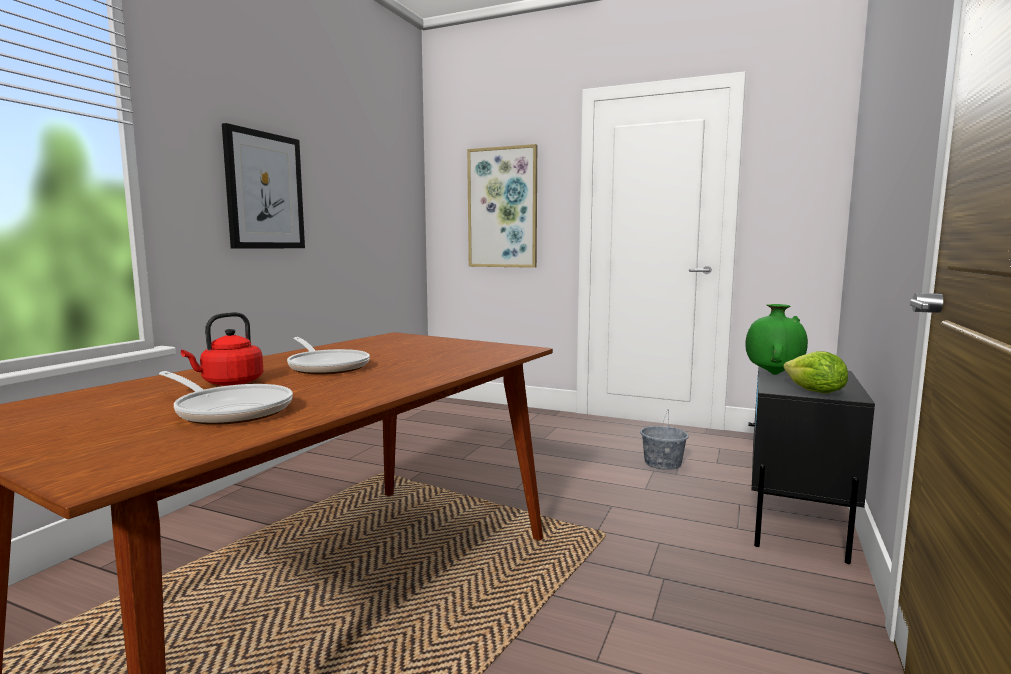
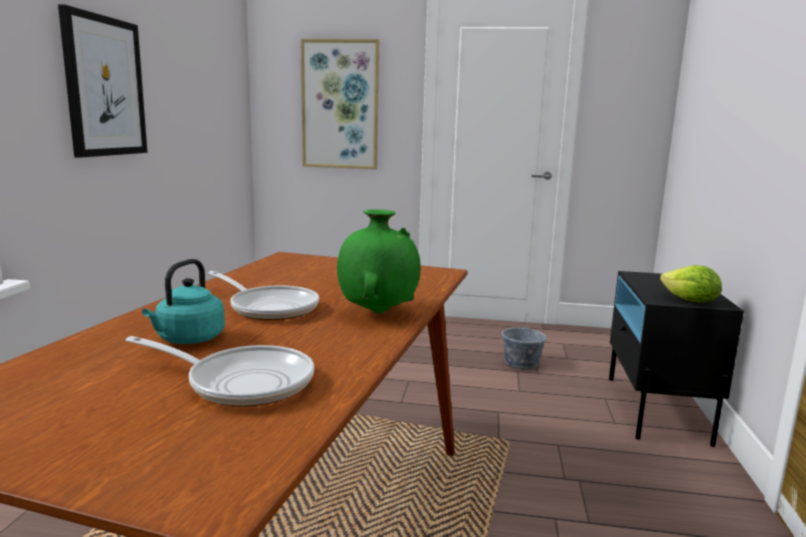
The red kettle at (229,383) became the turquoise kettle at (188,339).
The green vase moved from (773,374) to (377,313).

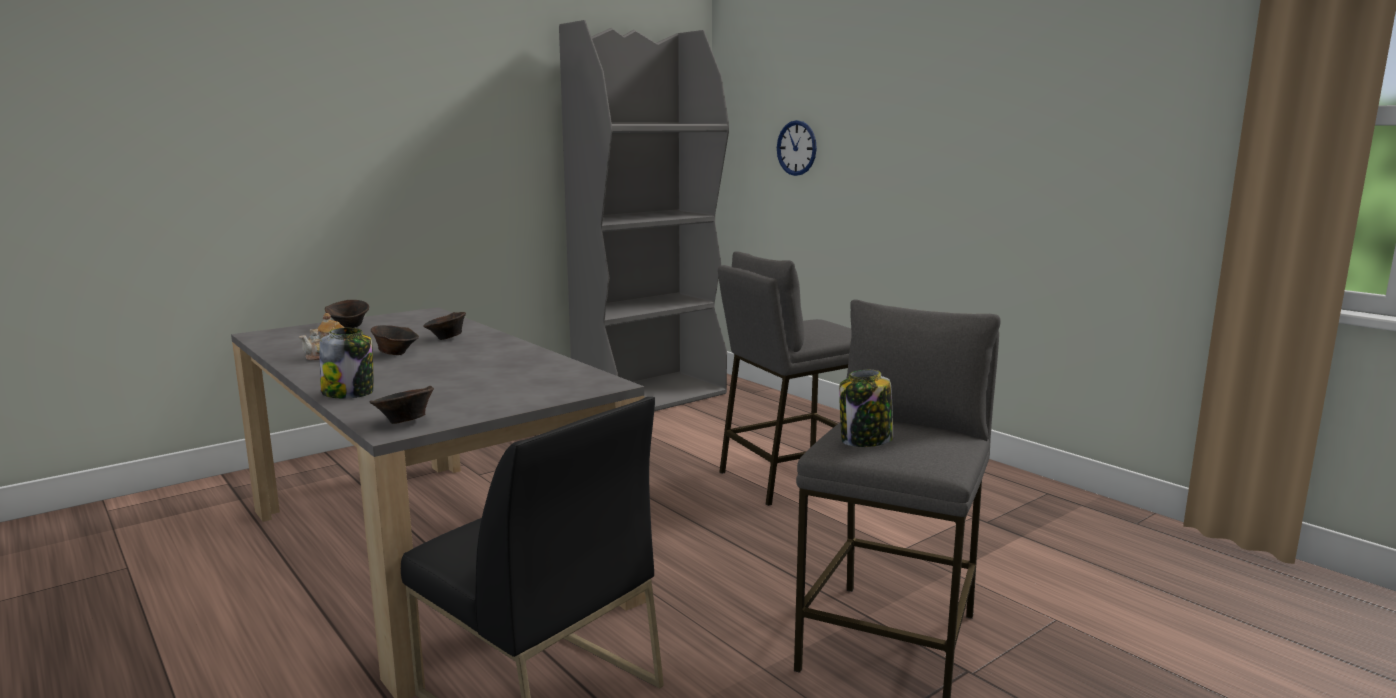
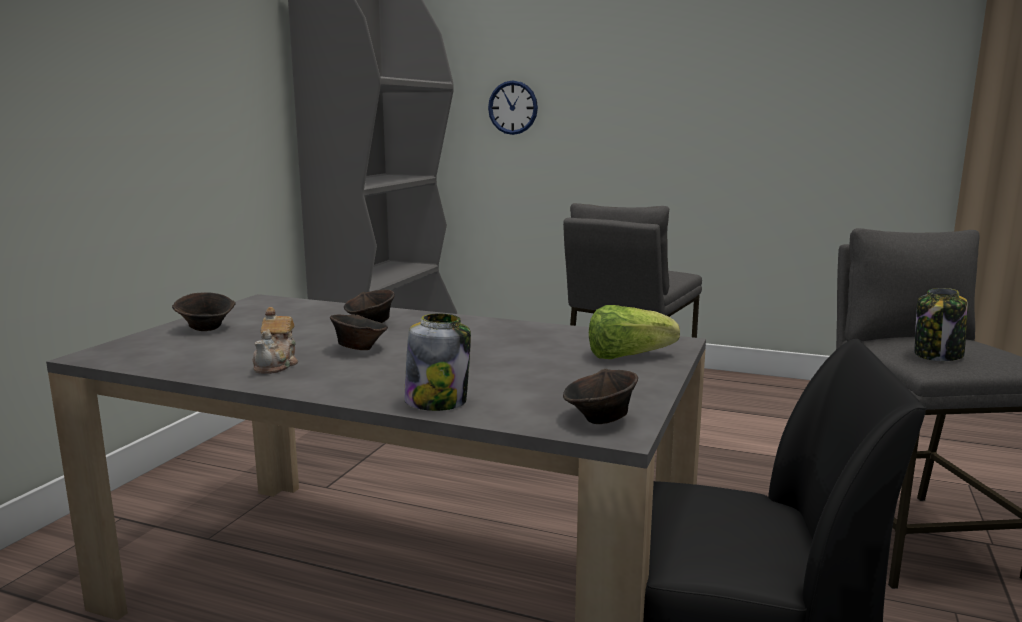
The lettuce at (627,356) appeared.

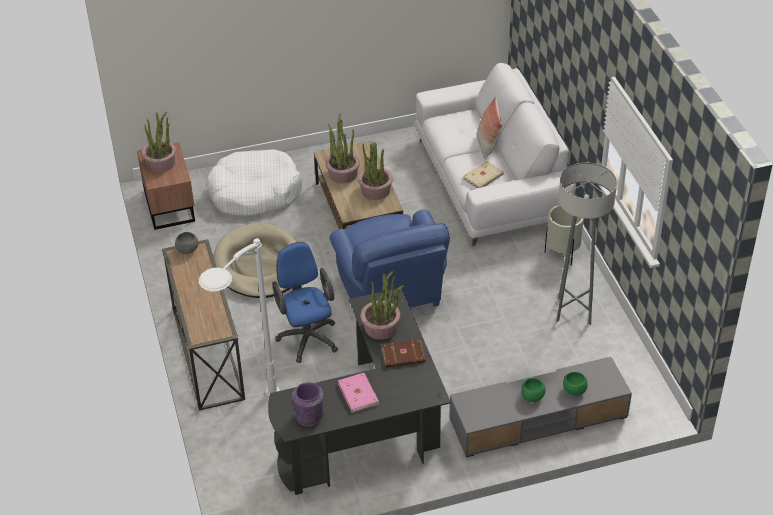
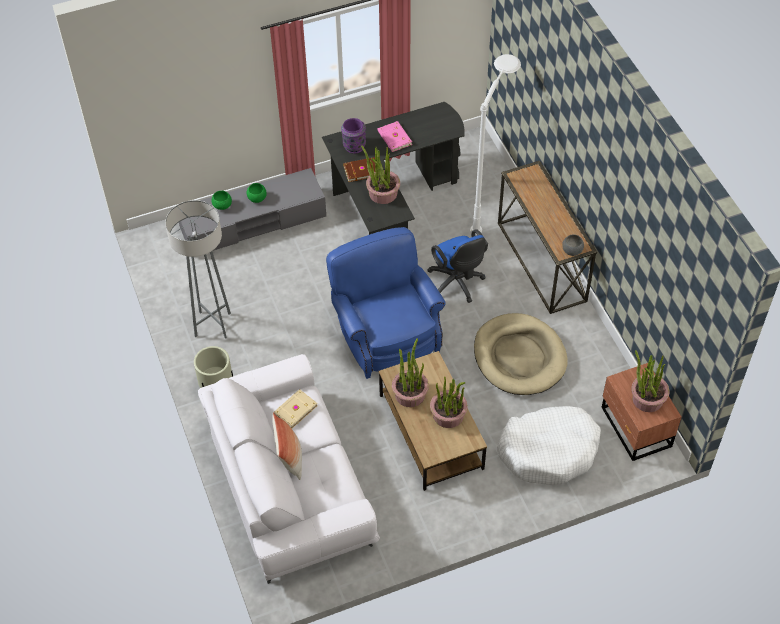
The purple vase moved from (309,417) to (354,146).

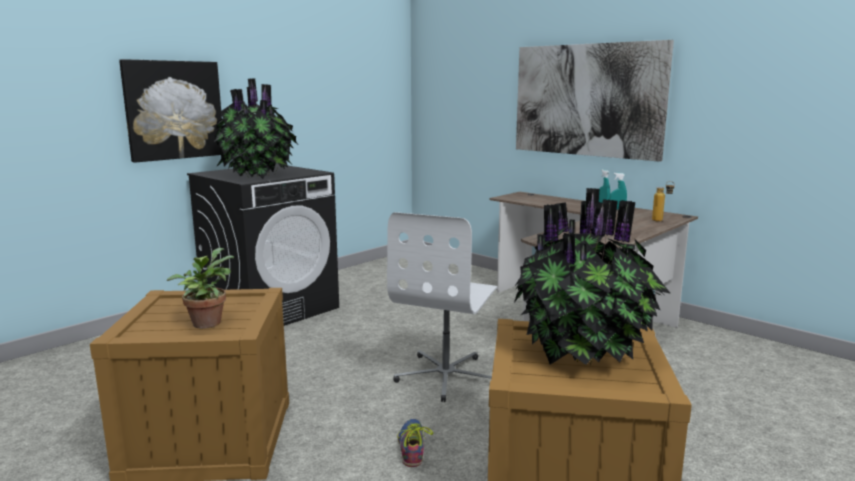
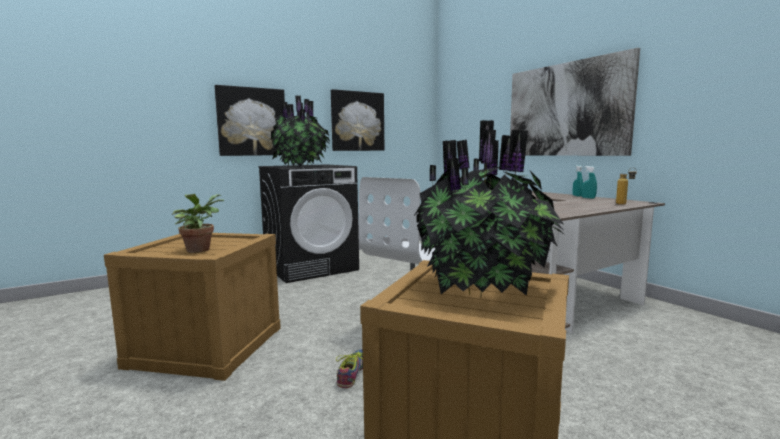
The picture at (357,121) appeared.

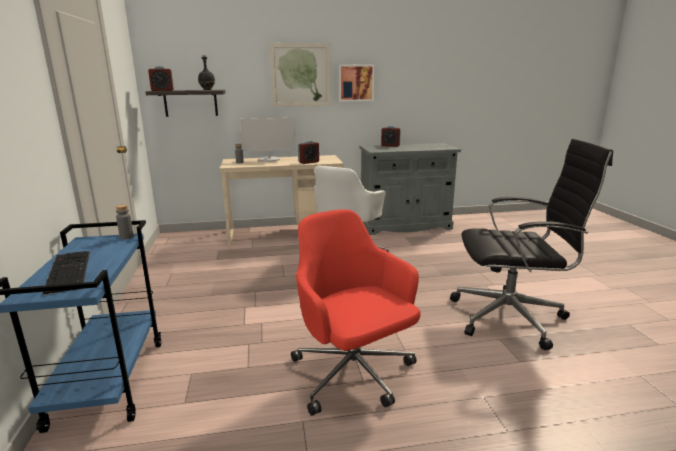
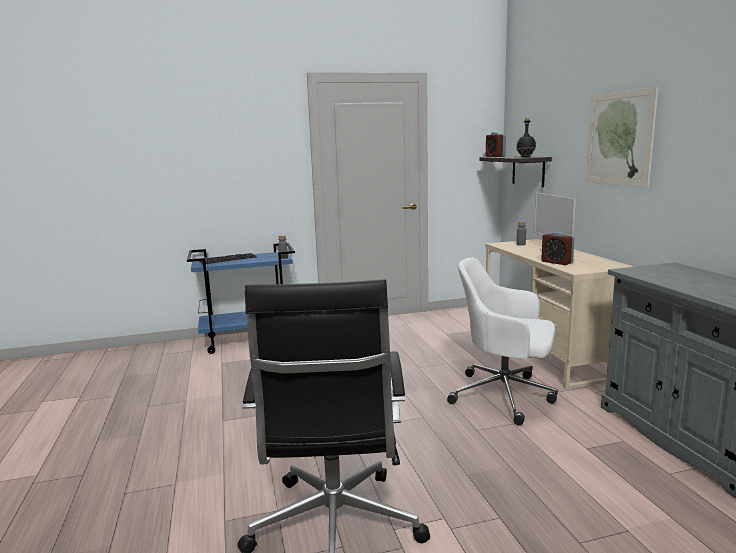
The red office chair at (353,374) disappeared.
The picture at (355,83) disappeared.
The alarm clock at (390,145) disappeared.

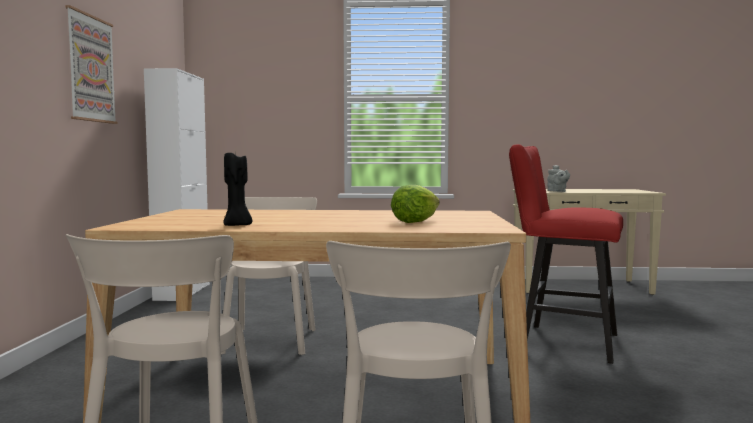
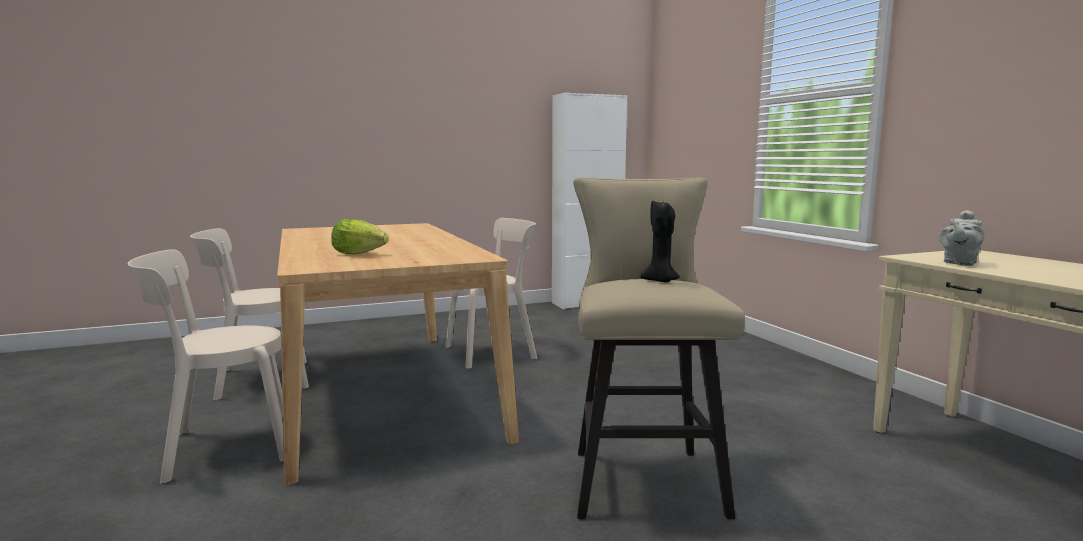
The picture at (91,69) disappeared.
The black candle moved from (238,225) to (660,281).
The red stool at (561,341) became the beige stool at (642,476).

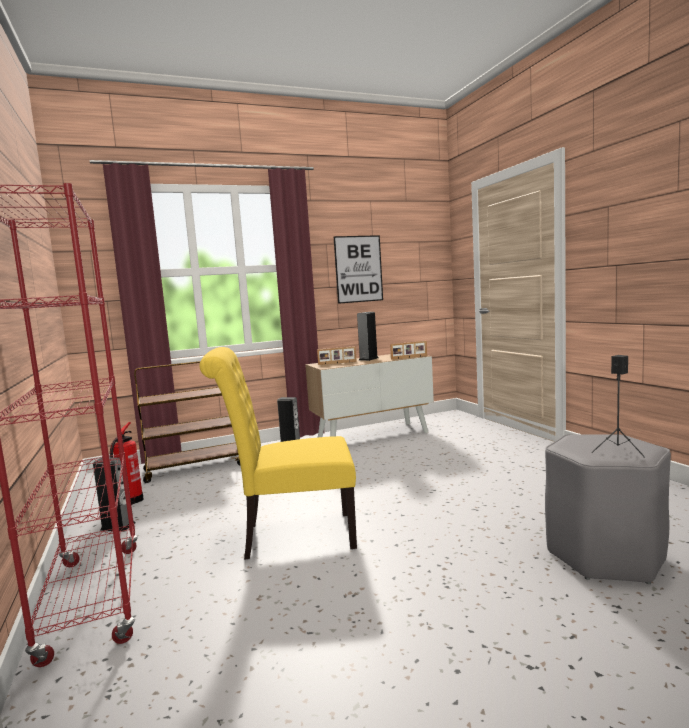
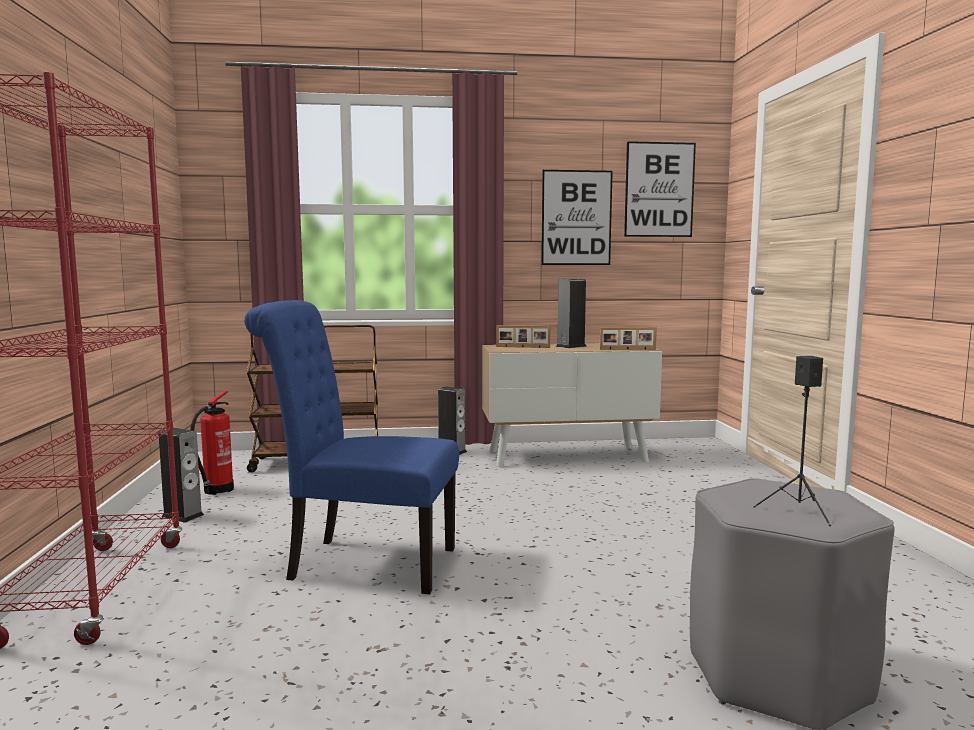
The yellow chair at (291,536) became the blue chair at (363,563).
The picture at (659,190) appeared.

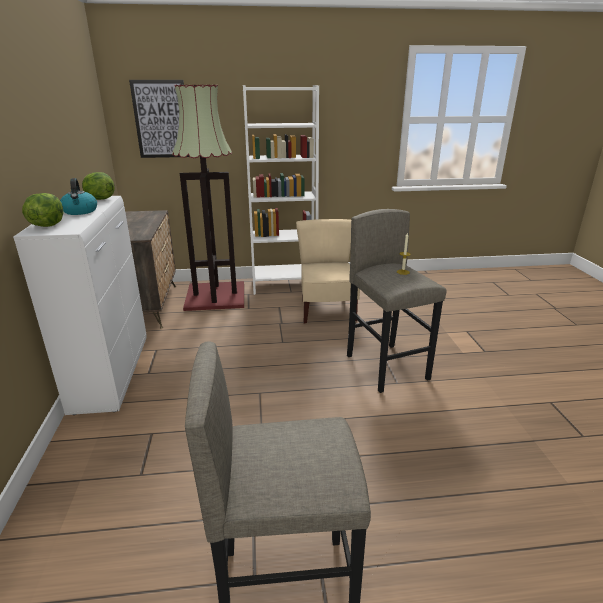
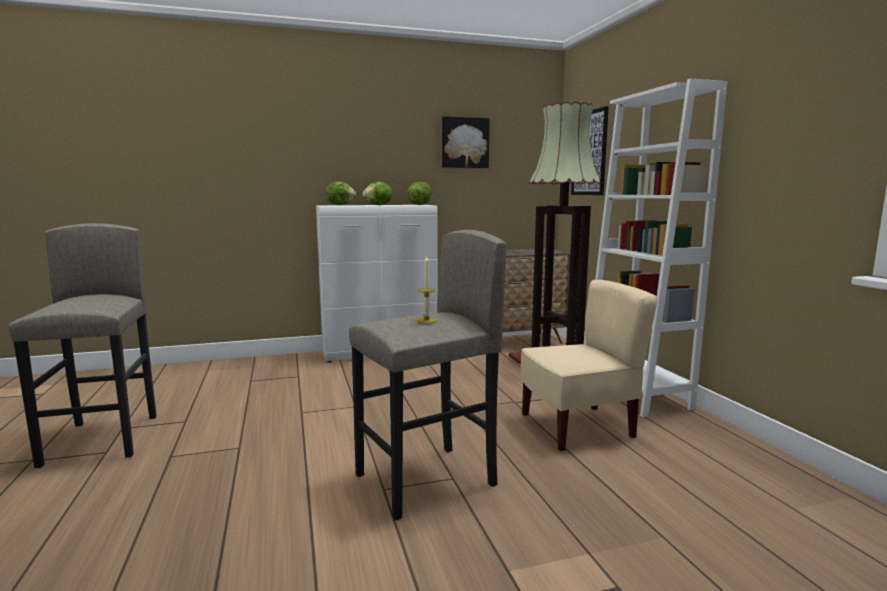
The kettle at (80,211) was replaced by the lettuce at (378,205).
The picture at (464,143) appeared.

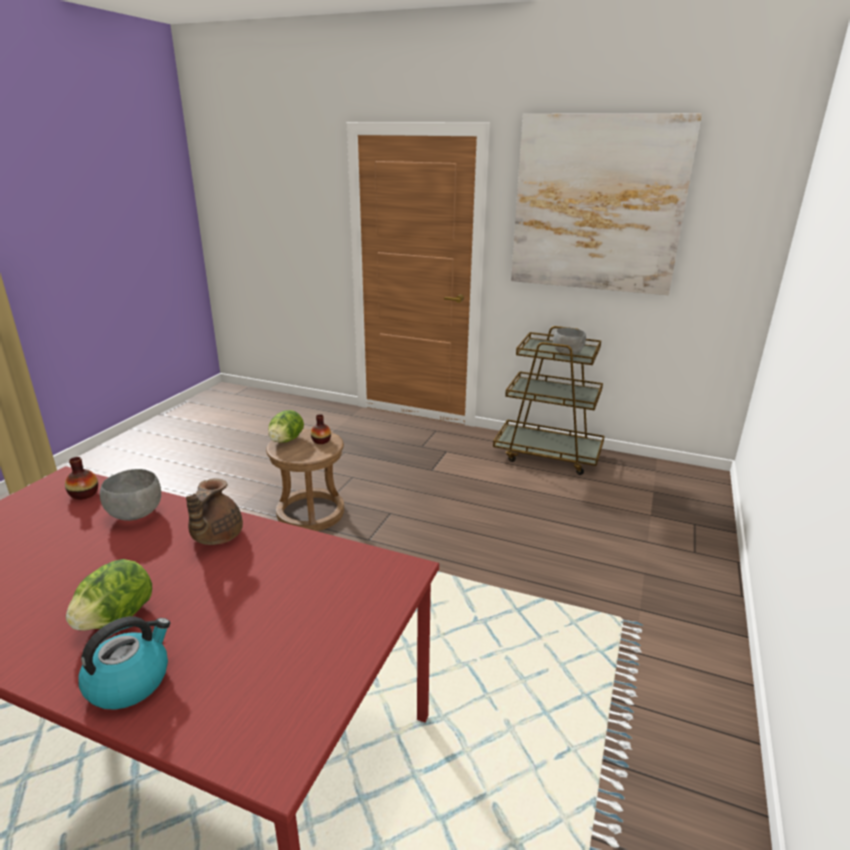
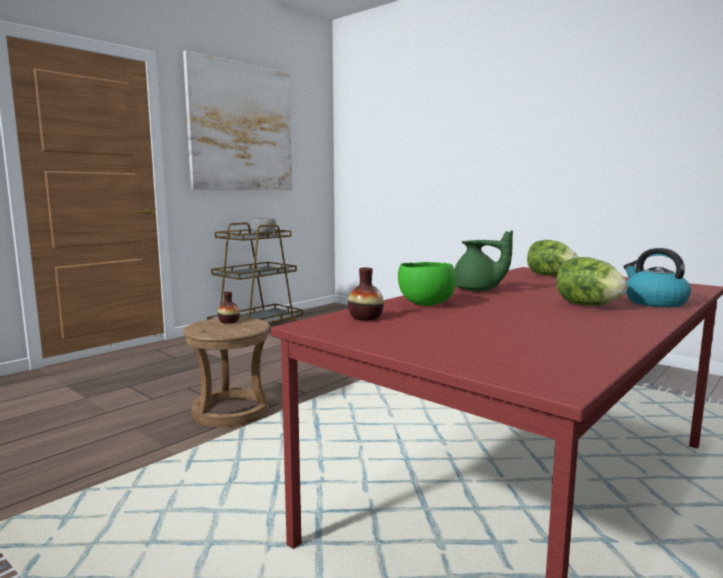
The grey bowl at (135,513) became the green bowl at (425,304).
The brown teapot at (215,536) became the green teapot at (477,290).
The lettuce moved from (286,440) to (549,275).

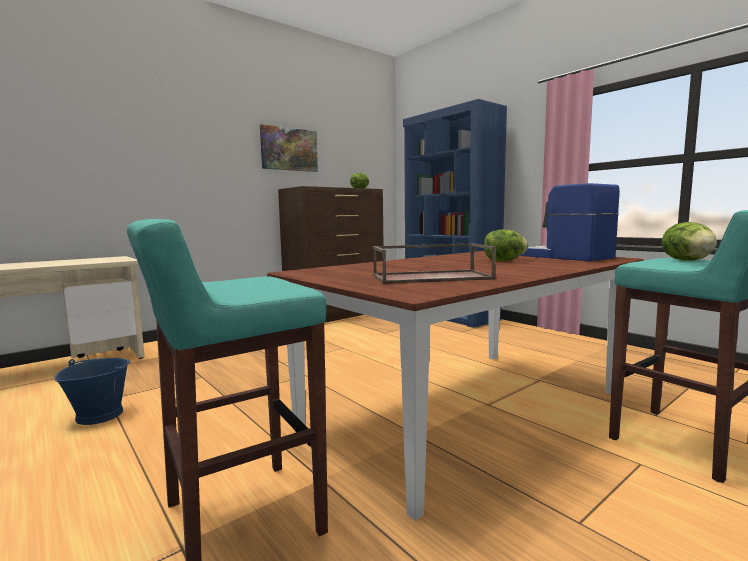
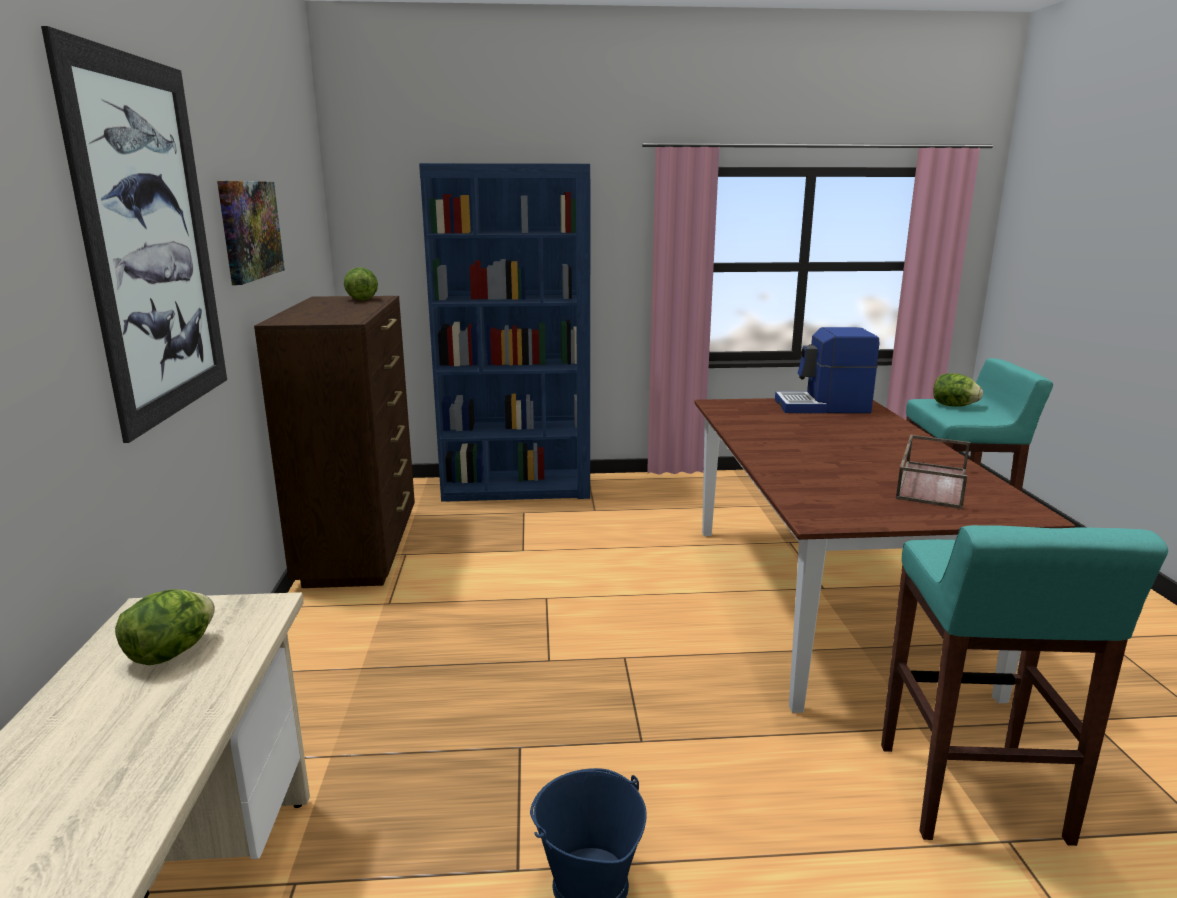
The lettuce moved from (504,261) to (171,653).
The picture at (152,241) appeared.

